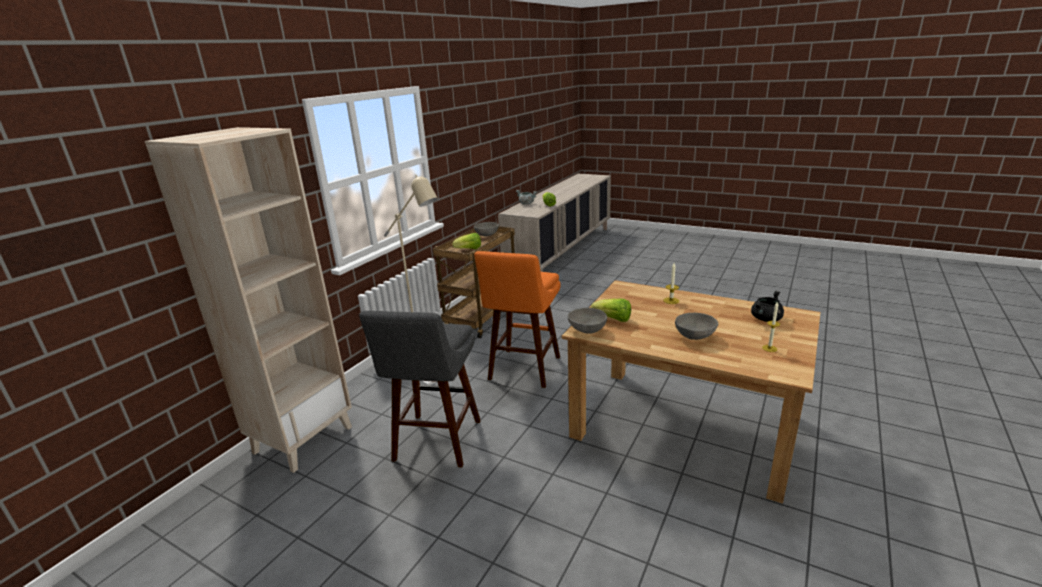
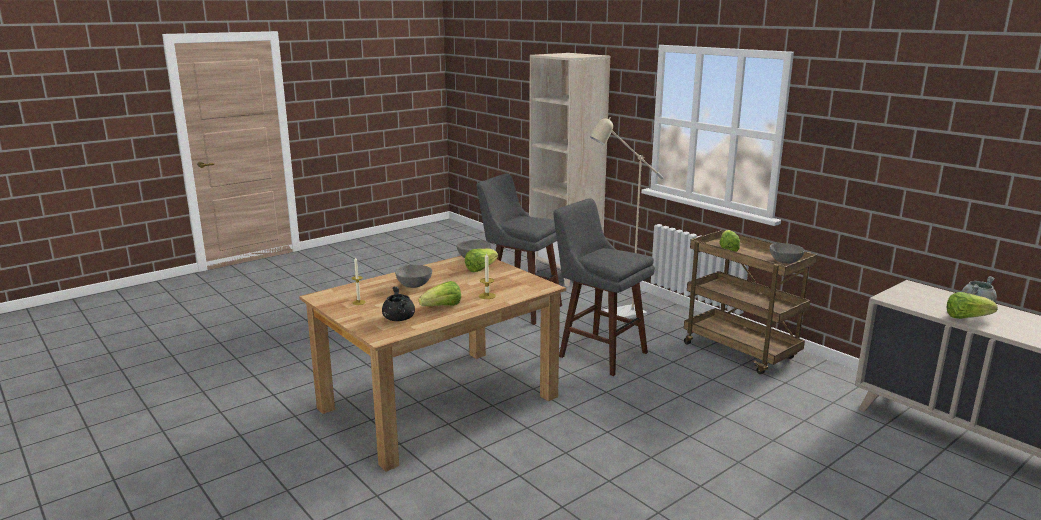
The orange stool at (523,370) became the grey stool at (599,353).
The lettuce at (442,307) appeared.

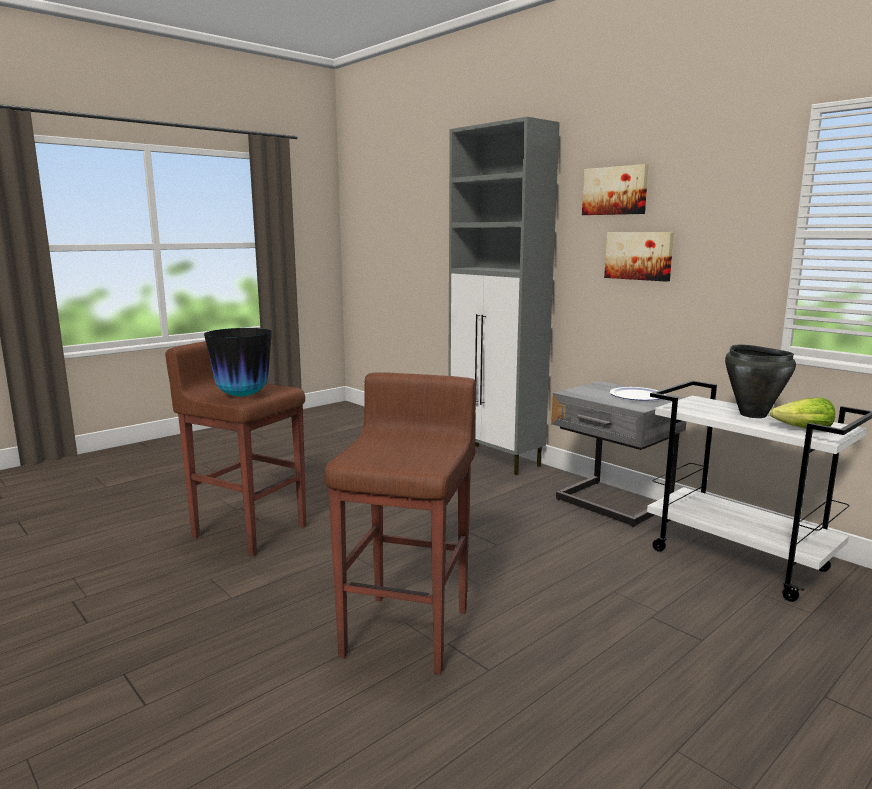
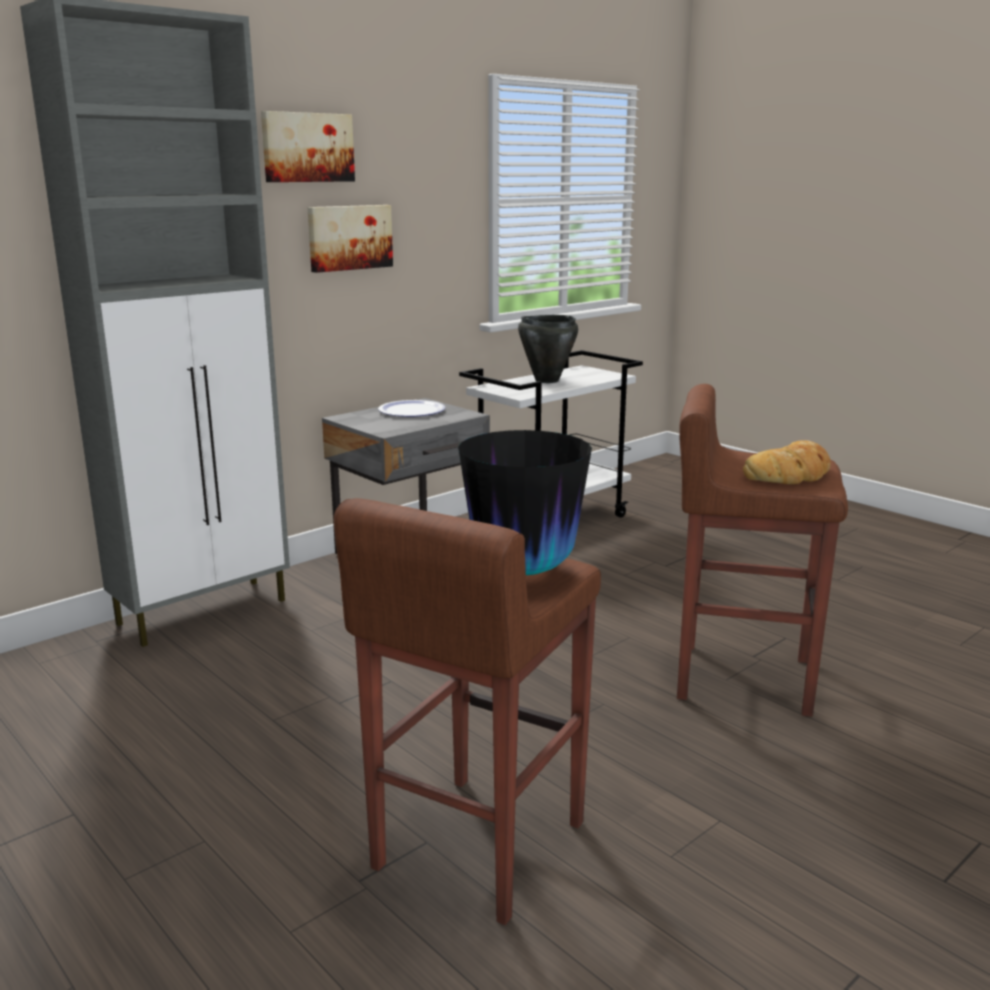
The lettuce at (803,430) disappeared.
The bread at (791,474) appeared.

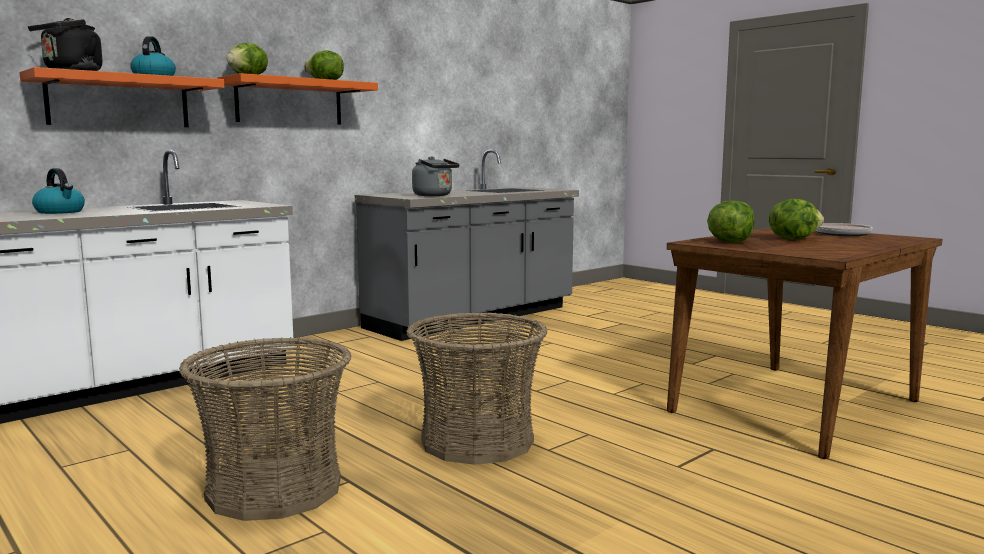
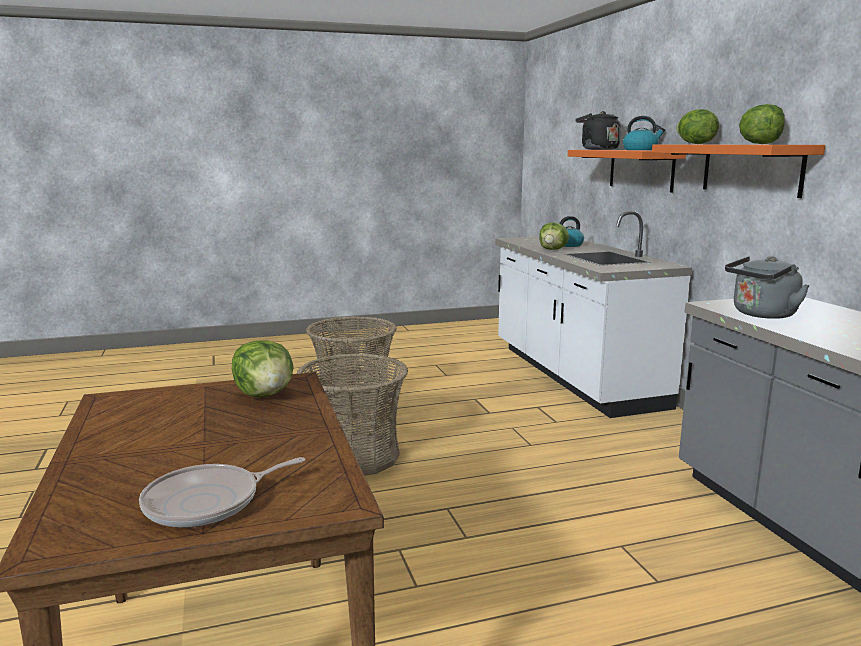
The lettuce moved from (792,239) to (553,250).

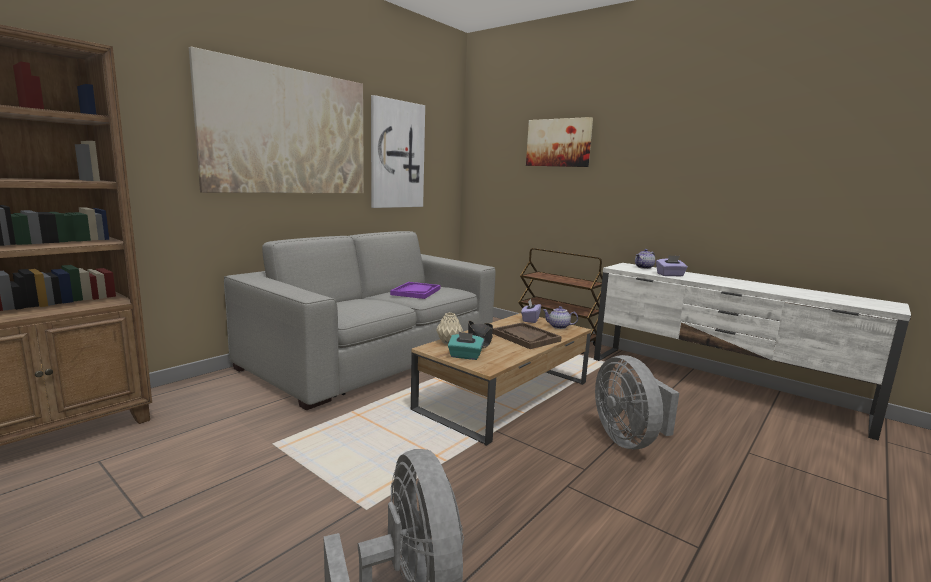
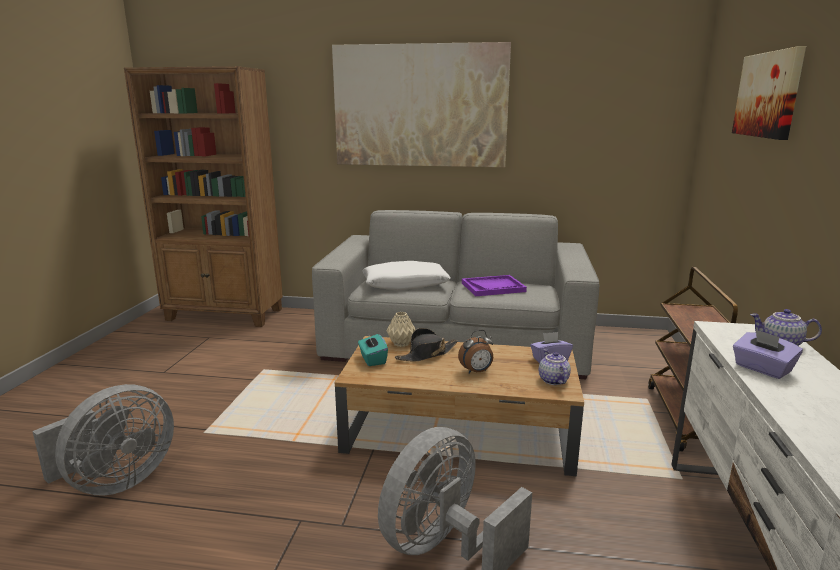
The picture at (396,155) disappeared.
The brown tray at (525,337) was replaced by the alarm clock at (476,371).
The white pillow at (405,284) appeared.

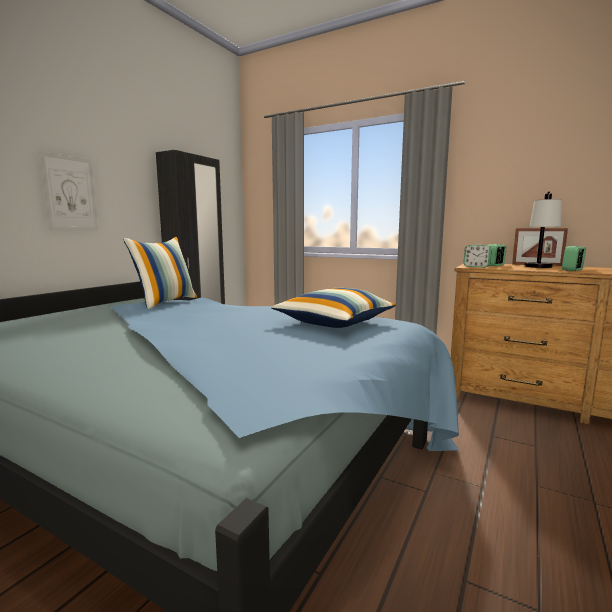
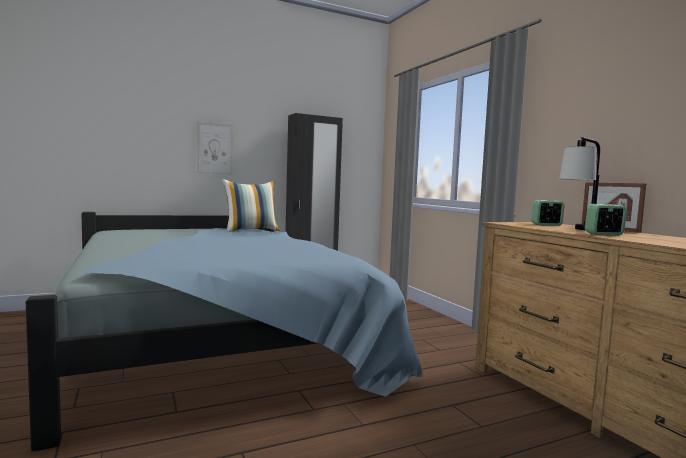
The pillow at (334,322) disappeared.
The alarm clock at (476,266) disappeared.

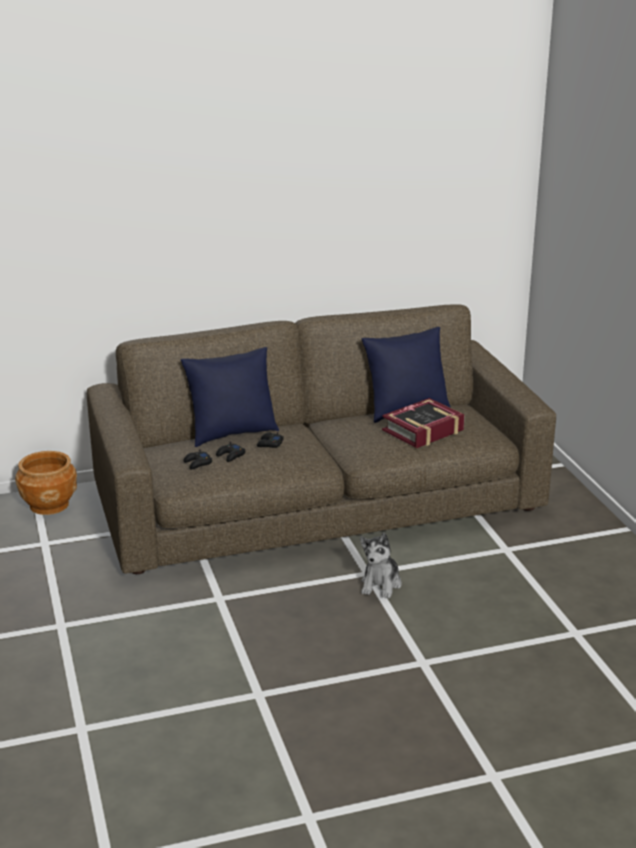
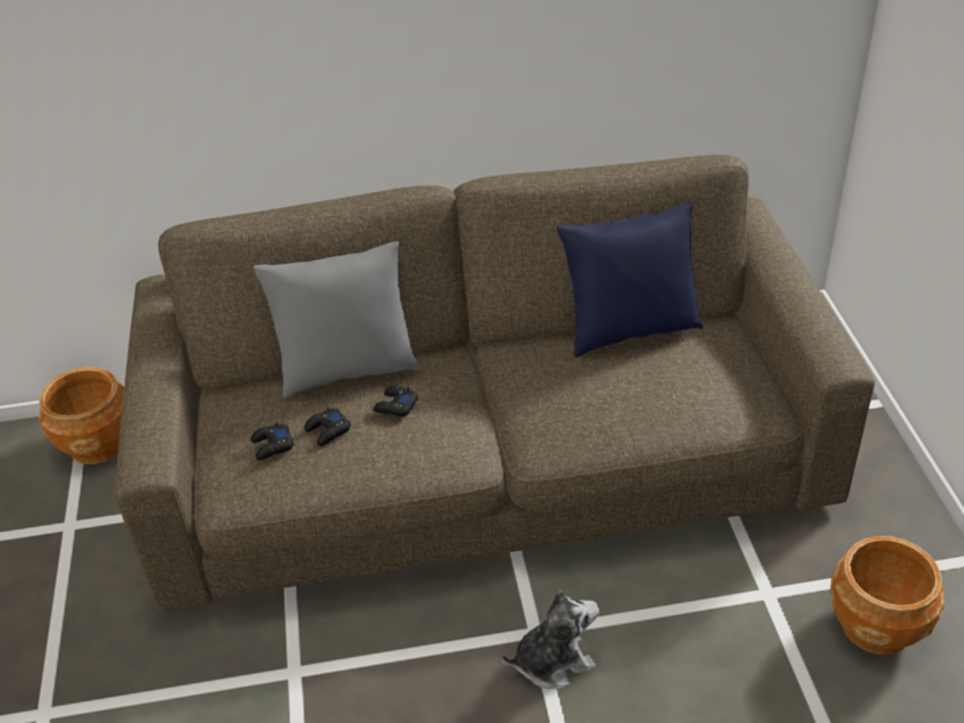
The blue pillow at (232,433) became the grey pillow at (347,370).
The plush toy at (381,584) turned 135 degrees counterclockwise.
The book at (423,430) disappeared.
The brown planter at (877,625) appeared.

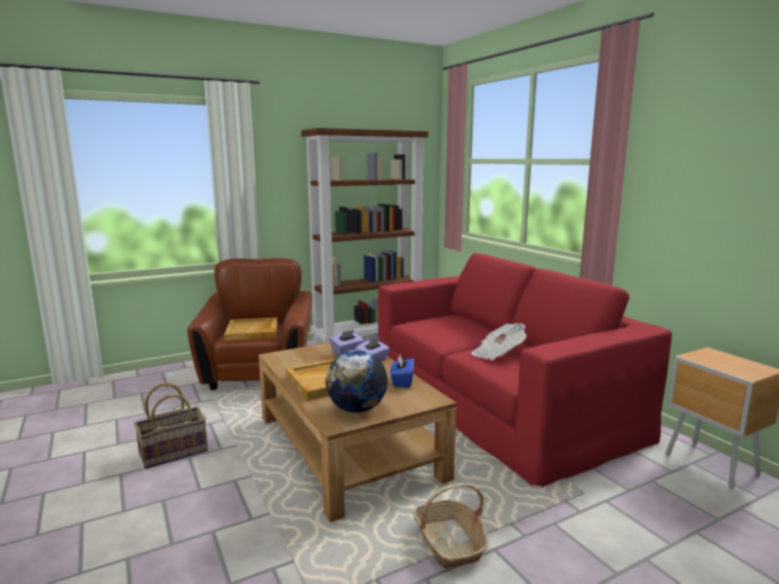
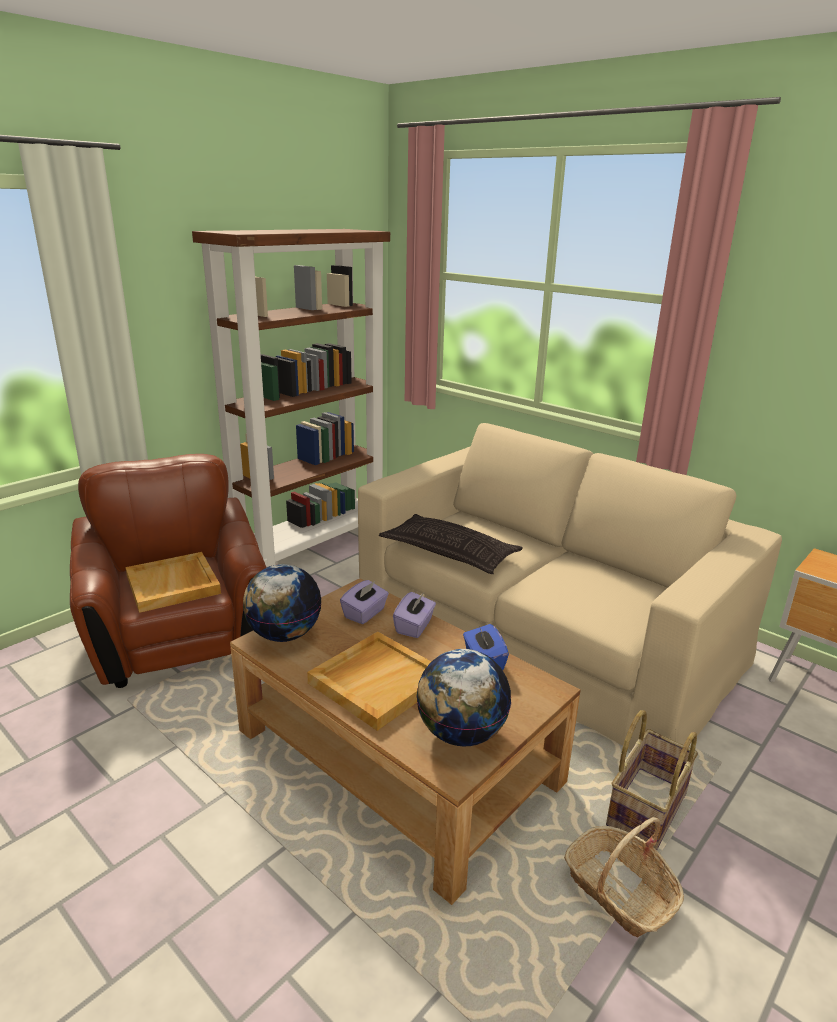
The basket moved from (174,452) to (645,808).
The red sofa at (498,400) became the beige sofa at (544,630).
The newspaper at (498,354) disappeared.
The globe at (284,634) appeared.
The pillow at (449,552) appeared.

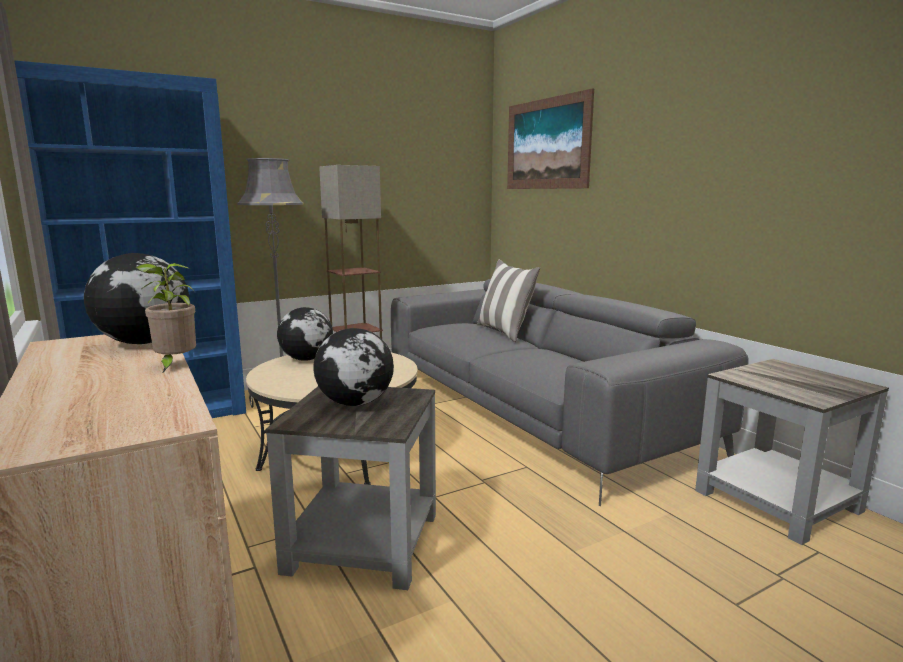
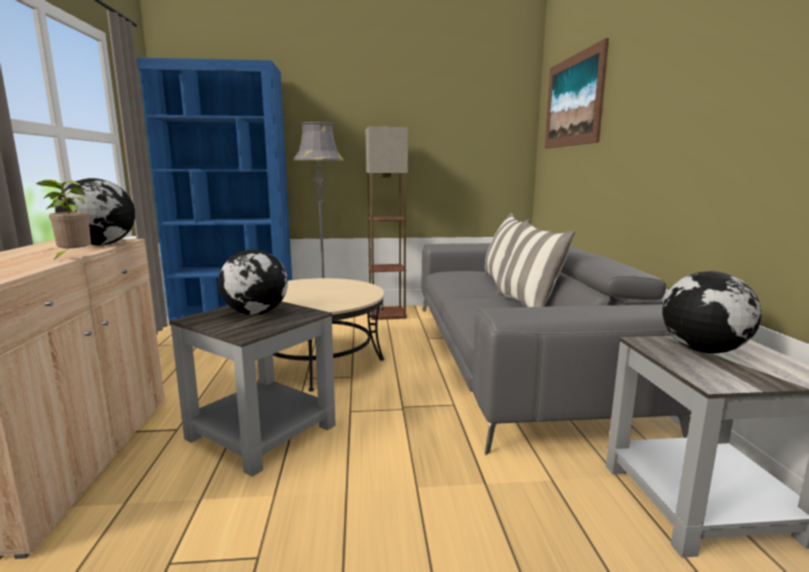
The globe moved from (307,359) to (704,350).
The pillow at (529,305) appeared.

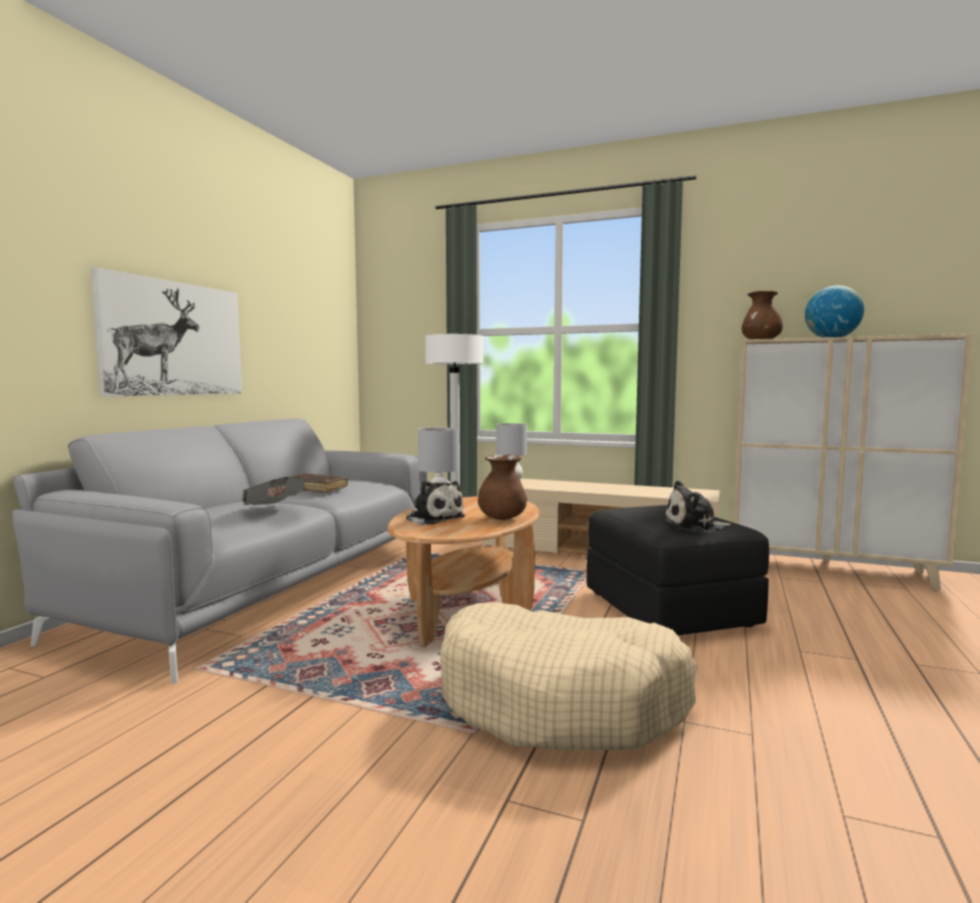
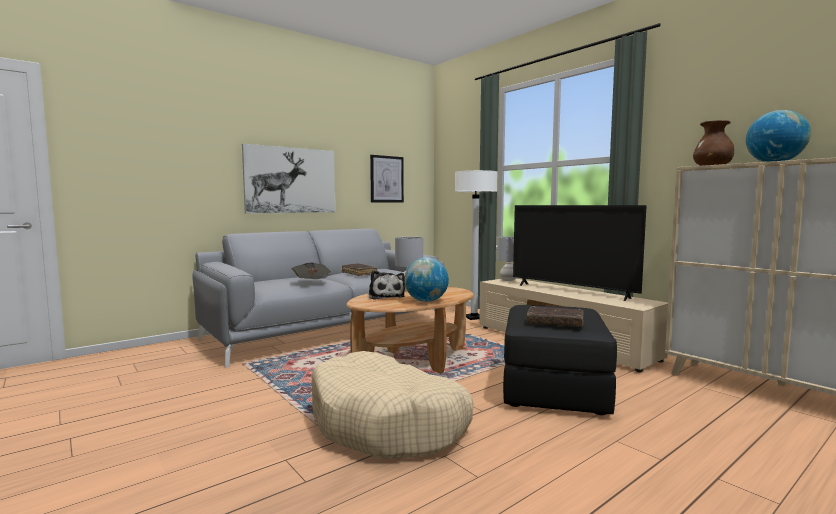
The brown vase at (502,518) was replaced by the globe at (426,301).
The plush toy at (694,526) was replaced by the brown book at (555,323).
The picture at (386,179) appeared.
The television at (571,291) appeared.

